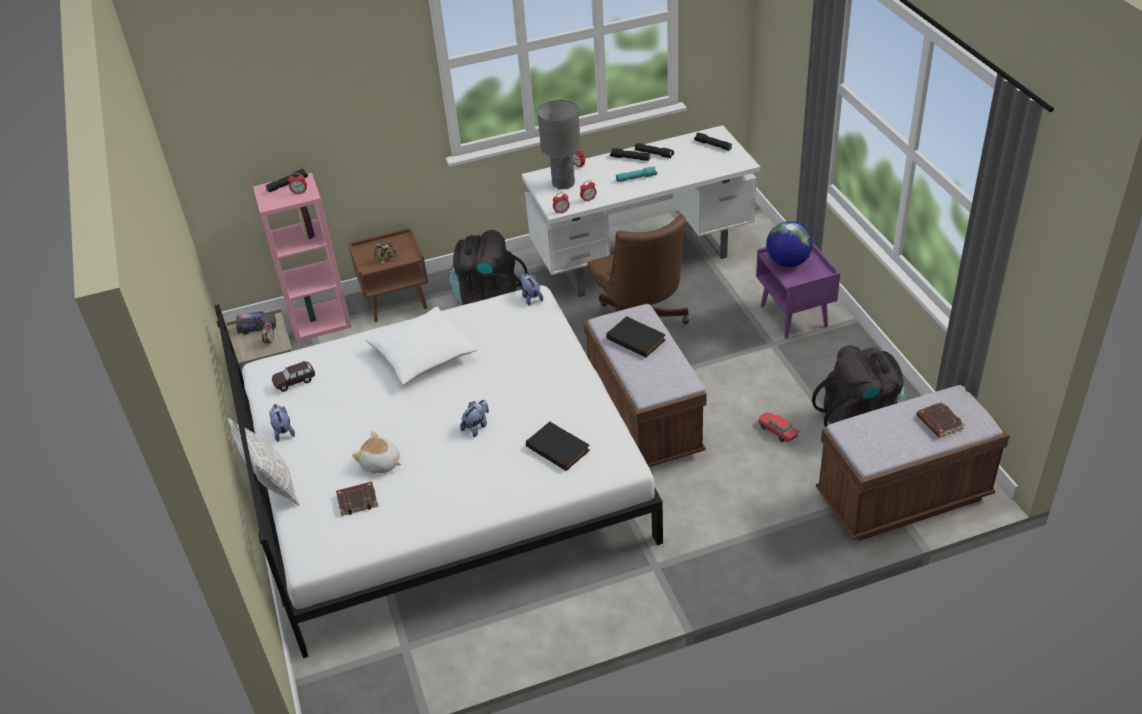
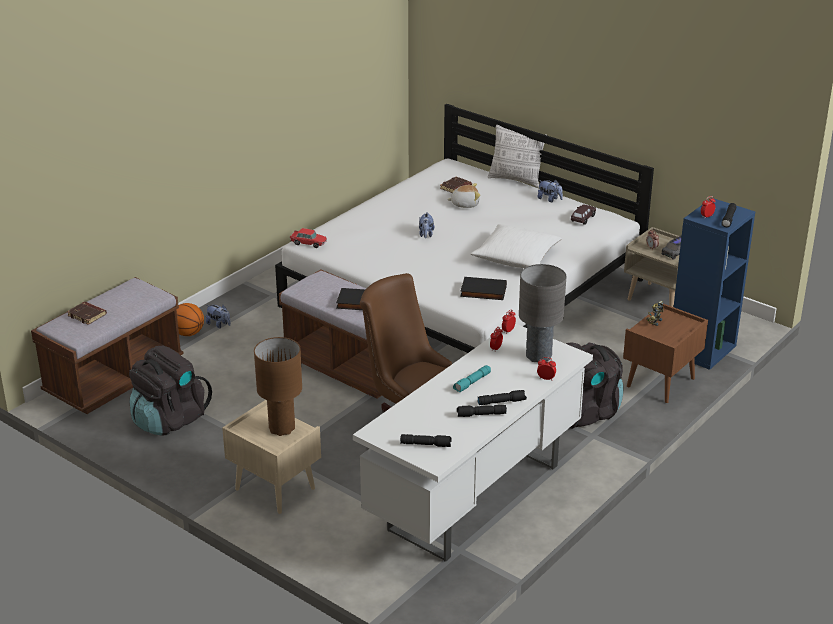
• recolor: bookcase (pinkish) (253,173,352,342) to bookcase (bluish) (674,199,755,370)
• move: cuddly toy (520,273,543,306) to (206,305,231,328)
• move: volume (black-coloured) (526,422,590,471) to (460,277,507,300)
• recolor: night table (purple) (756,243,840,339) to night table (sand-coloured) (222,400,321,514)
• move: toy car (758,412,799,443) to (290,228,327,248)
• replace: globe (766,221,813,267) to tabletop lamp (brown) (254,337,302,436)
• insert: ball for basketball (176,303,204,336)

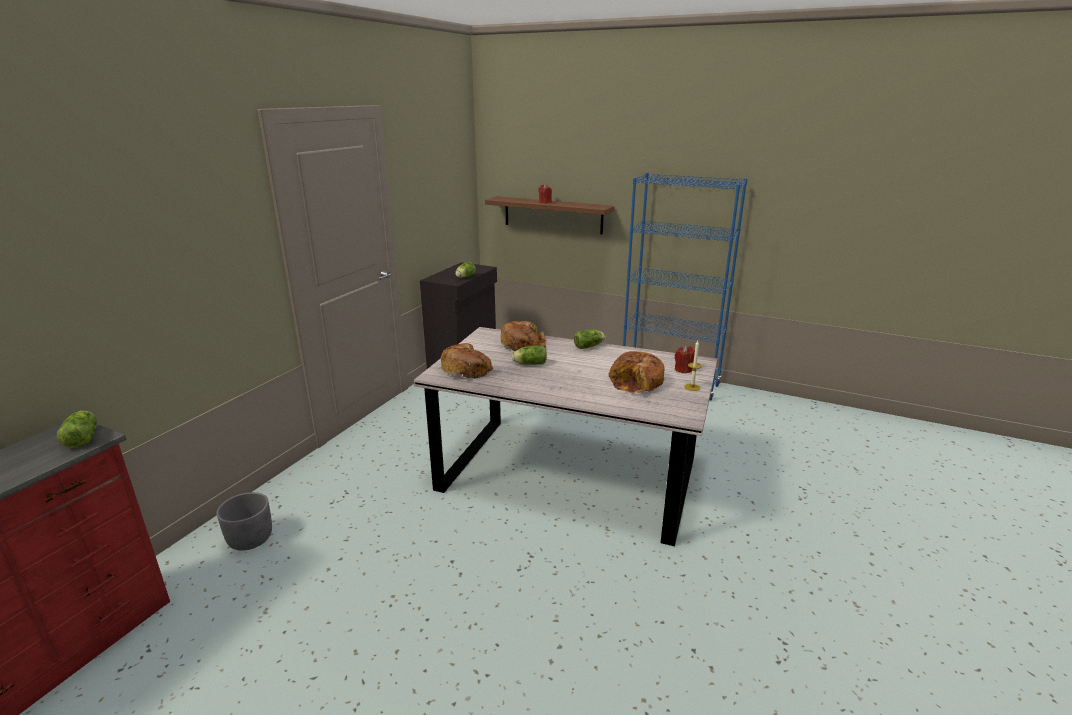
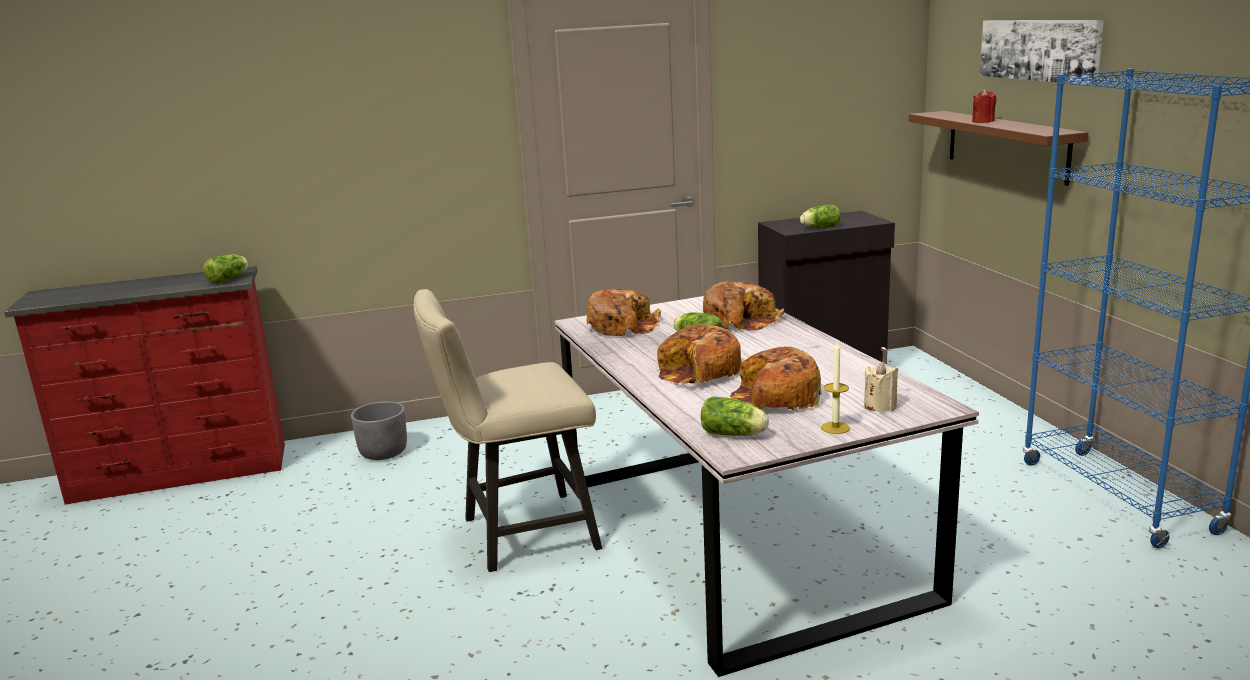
• move: head of lettuce (574,330,606,349) to (701,396,769,436)
• recolor: candle (red) (675,346,695,373) to candle (sand-coloured) (864,362,899,412)
• insert: chair (sand-coloured) (414,289,602,572)
• insert: baked bread (657,324,742,385)
• insert: wall picture (980,20,1104,85)

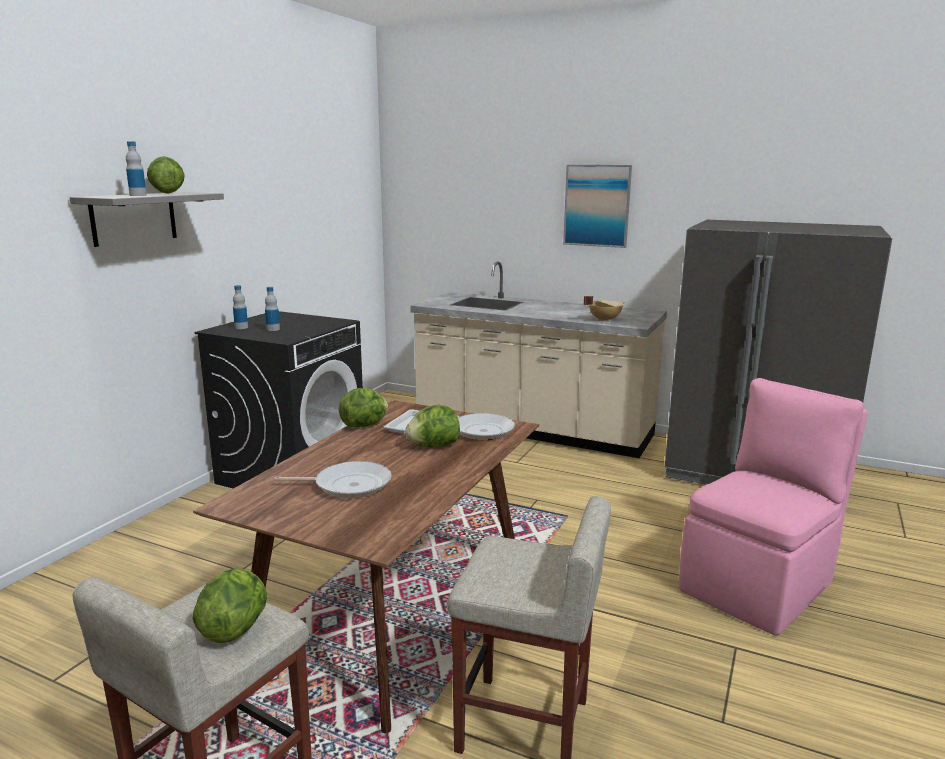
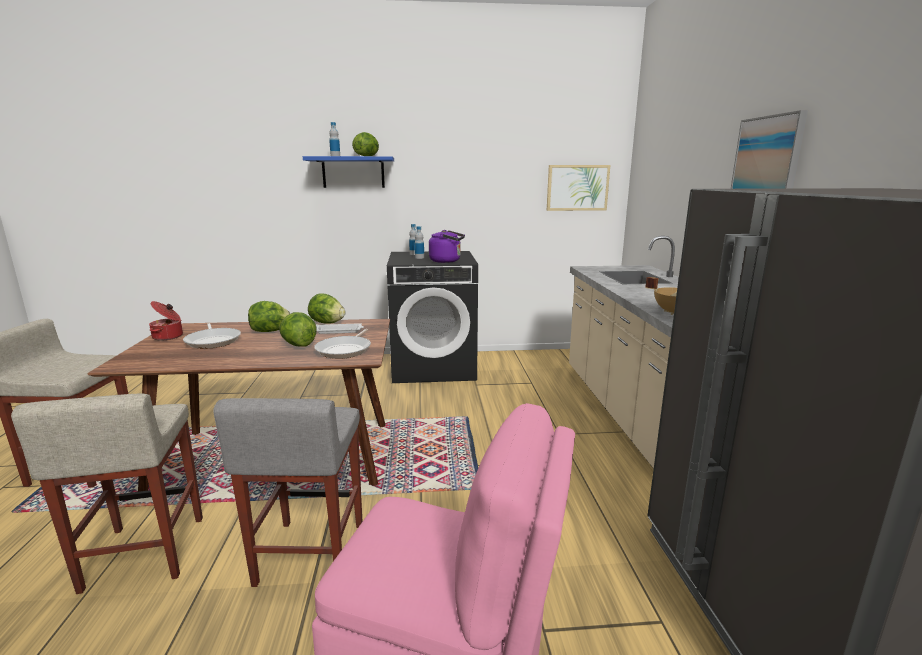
• recolor: shelf (greyish) (70,192,224,247) to shelf (bluish) (303,156,394,188)
• move: head of lettuce (192,568,267,643) to (248,301,290,332)
• insert: cooking pot (149,301,183,340)
• insert: stool (greyish) (213,398,362,587)
• insert: tea kettle (purple) (429,230,465,263)
• insert: wall picture (547,165,610,211)

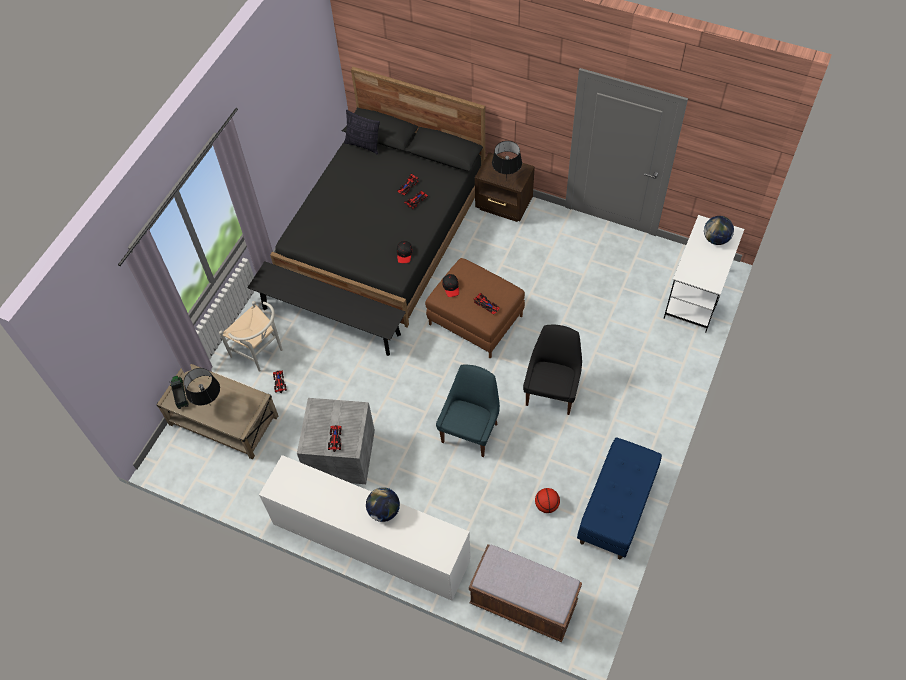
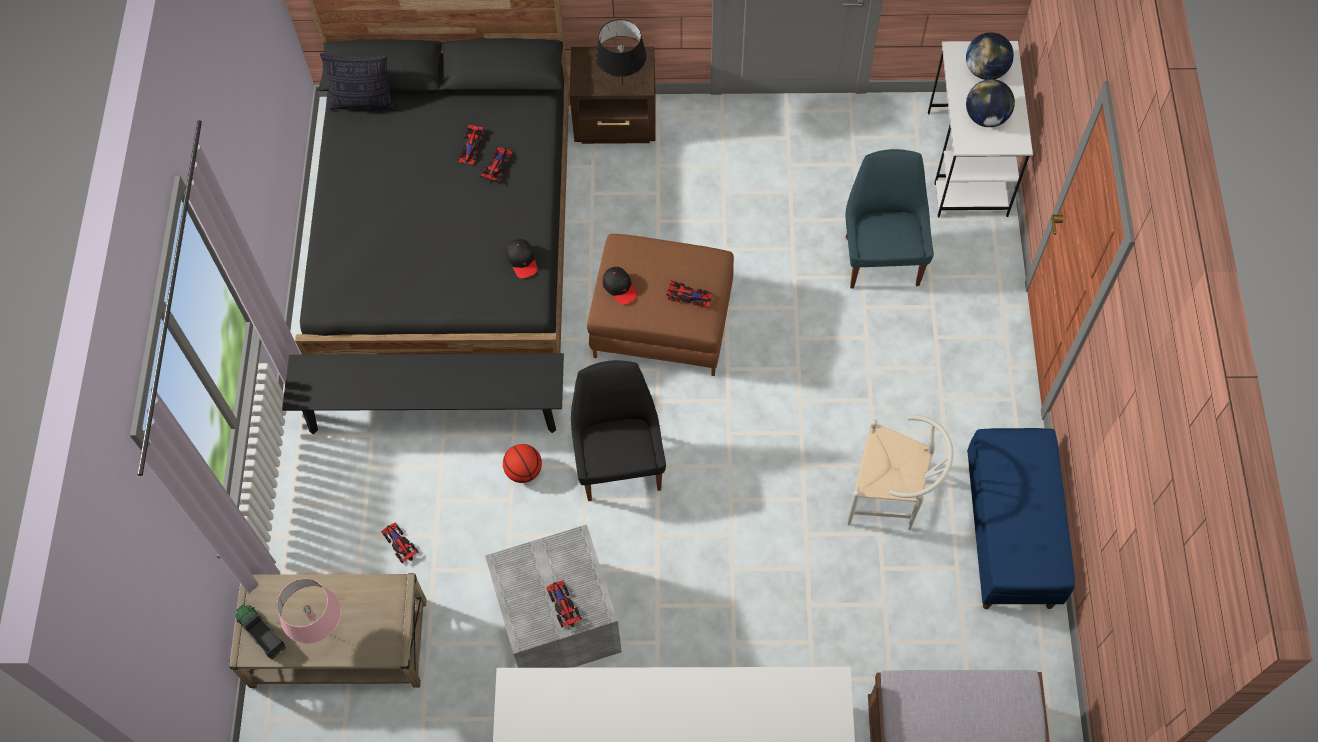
• recolor: tabletop lamp (black-coloured) (184,368,220,406) to tabletop lamp (pinkish) (277,579,341,644)
• move: chair (white-coloured) (219,301,283,372) to (847,415,953,530)
• move: globe (366,487,400,522) to (966,79,1015,127)
• move: chair (bluish) (436,365,500,457) to (846,149,934,289)
• move: chair (black-coloured) (523,325,582,415) to (571,360,666,501)
• move: ball for basketball (535,488,560,513) to (503,444,542,483)

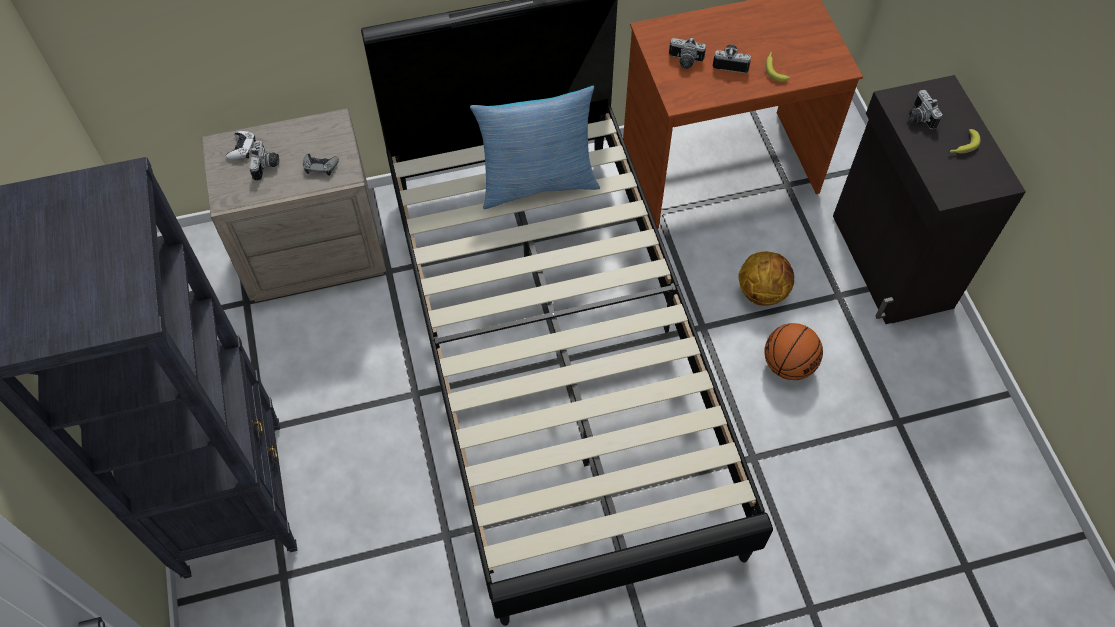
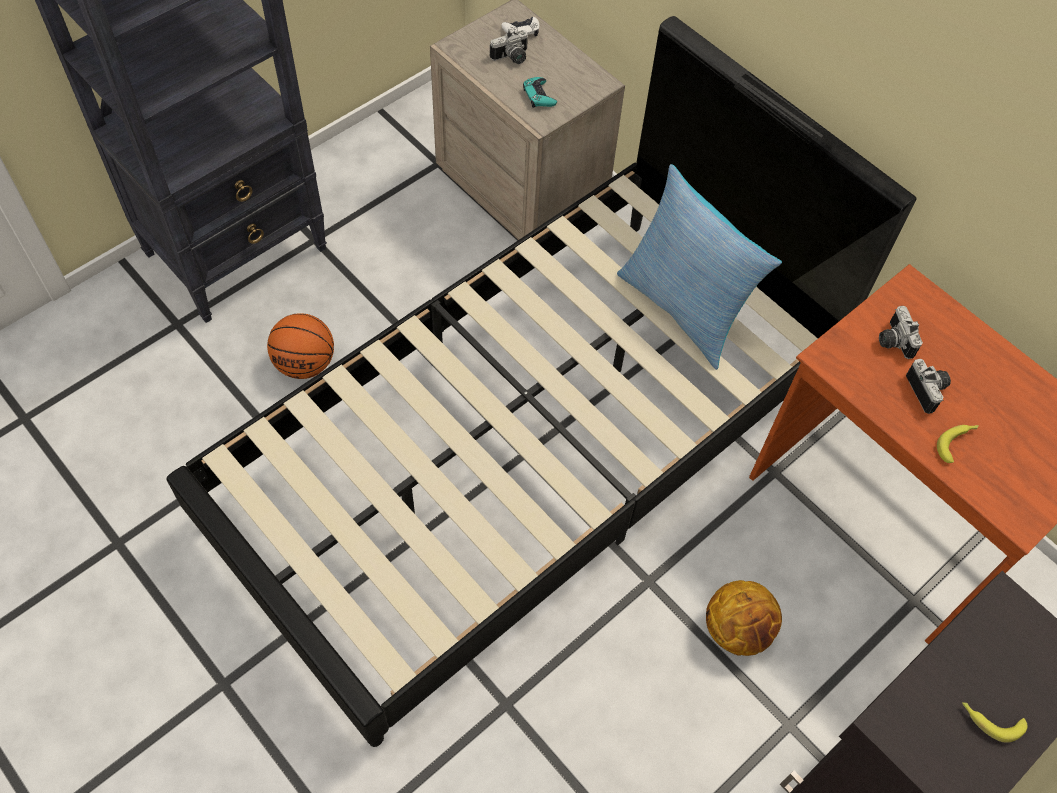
• recolor: gamepad (greyish) (303,154,339,176) to gamepad (turquoise-coloured) (523,77,557,108)
• move: ball for basketball (764,323,823,380) to (267,313,334,379)
• delete: still camera (908,90,942,130)

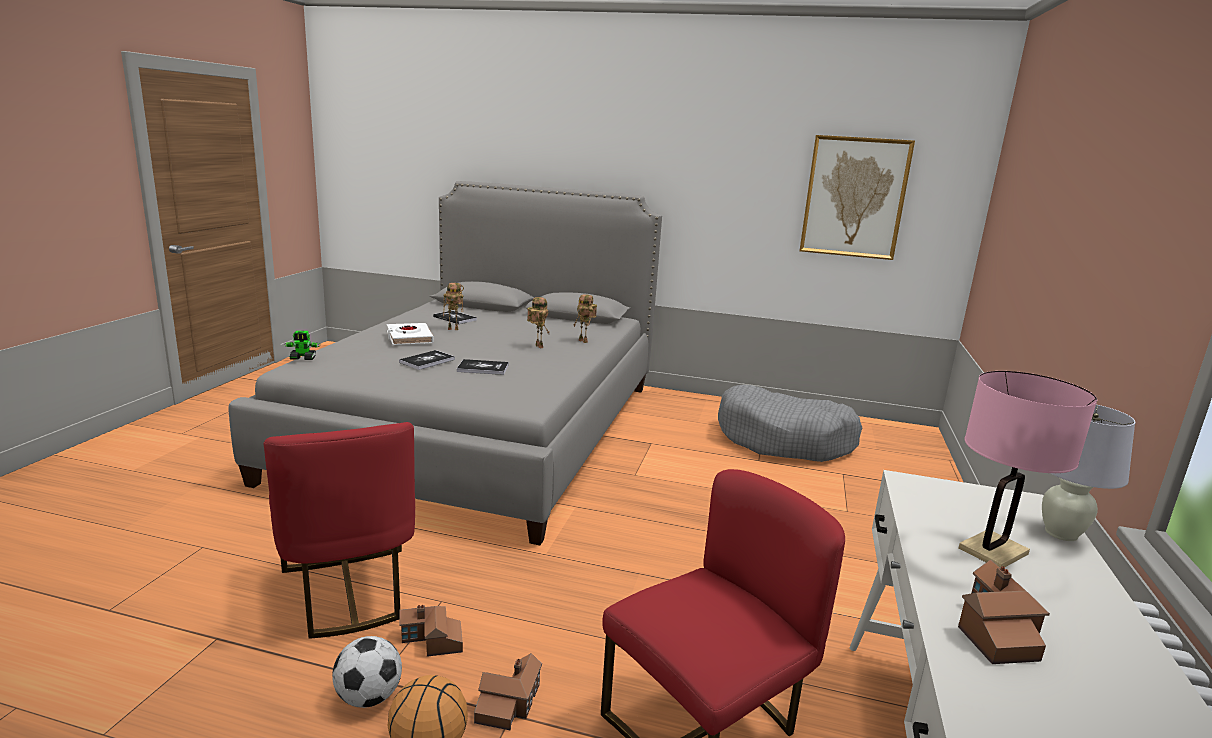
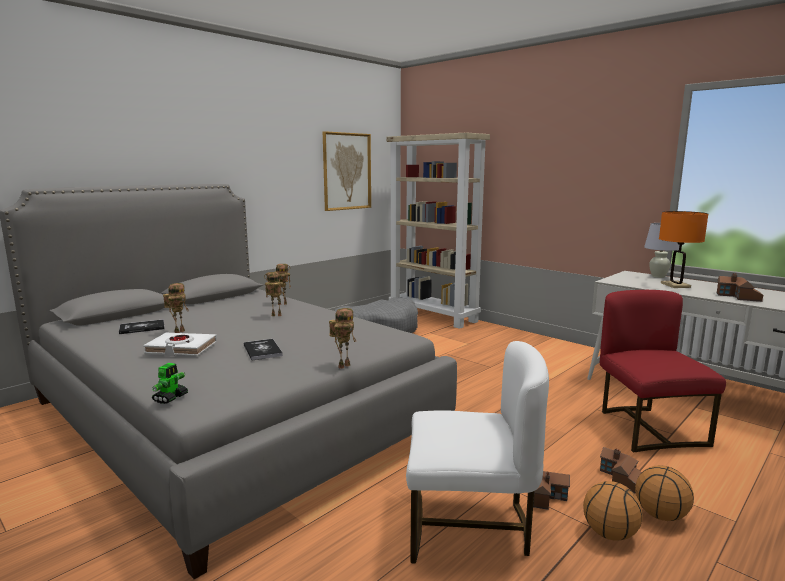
• recolor: chair (red) (264,422,415,639) to chair (white-coloured) (406,341,549,564)
• replace: football ball (332,636,402,708) to ball for basketball (583,481,643,541)
• delete: volume (457,359,509,375)
• recolor: tabletop lamp (pinkish) (958,371,1097,568) to tabletop lamp (orangey) (659,211,708,288)
• insert: robot figure (329,308,356,369)
• insert: bookcase (sand-coloured) (387,132,490,329)

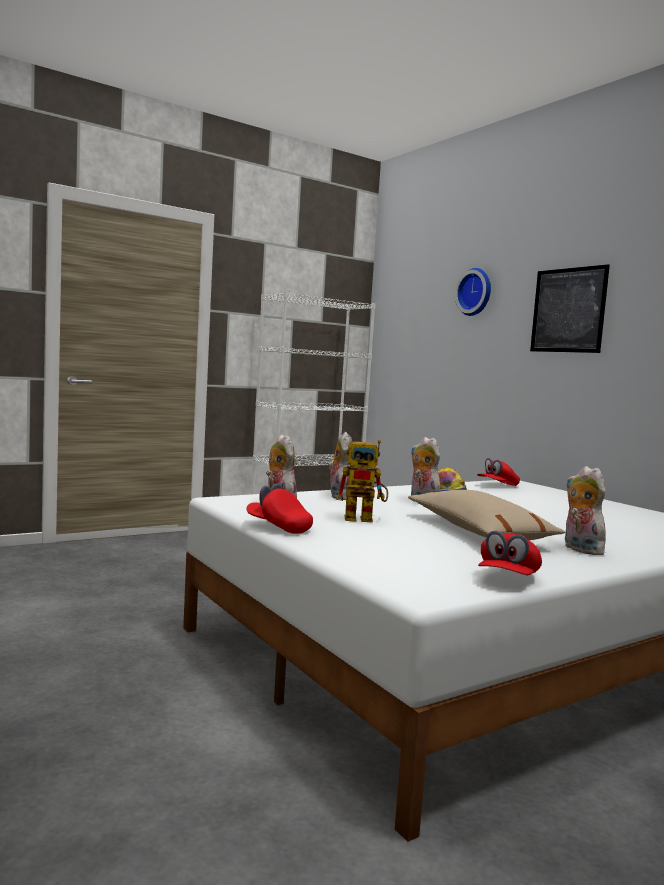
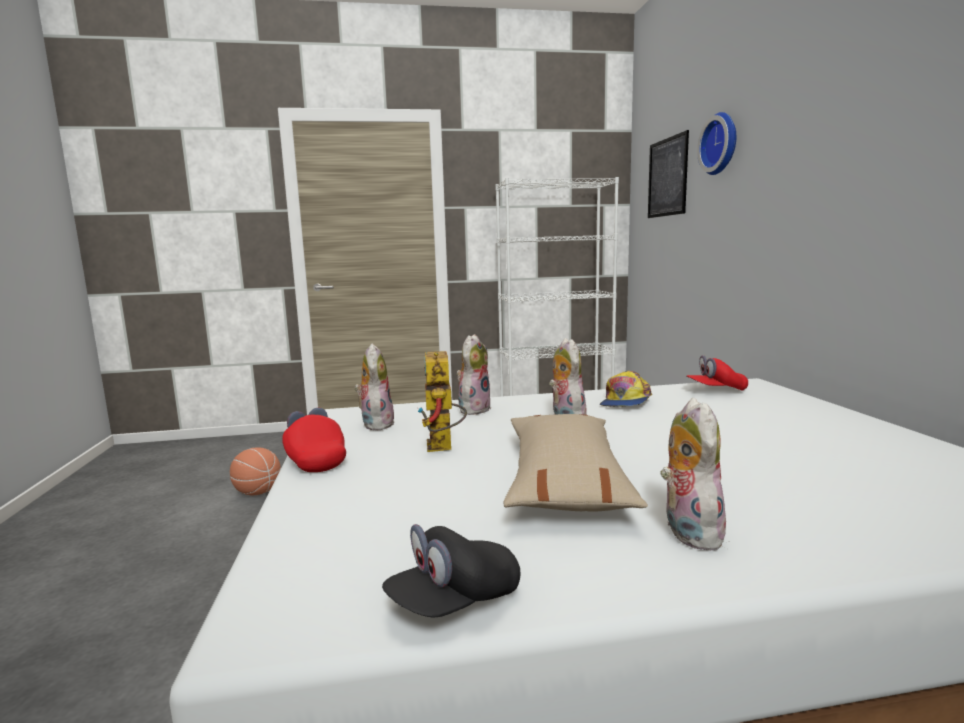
• rotate: robot figure (336,440,388,522) = (417,351,467,452) 60 degrees clockwise
• recolor: baseball cap (red) (478,531,542,576) to baseball cap (black-coloured) (382,524,520,617)
• move: wall picture (530,264,610,353) to (648,130,689,218)
• insert: ball for basketball (230,447,281,495)

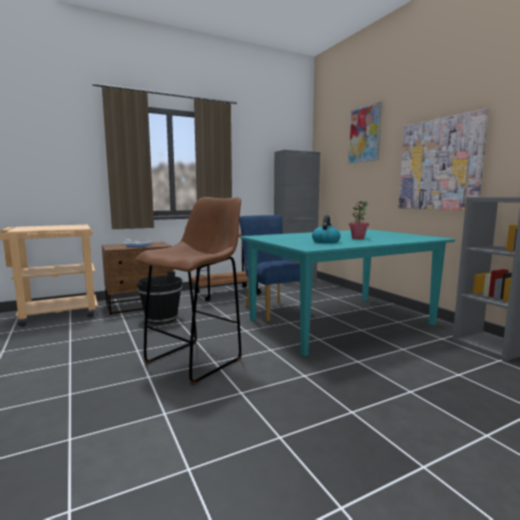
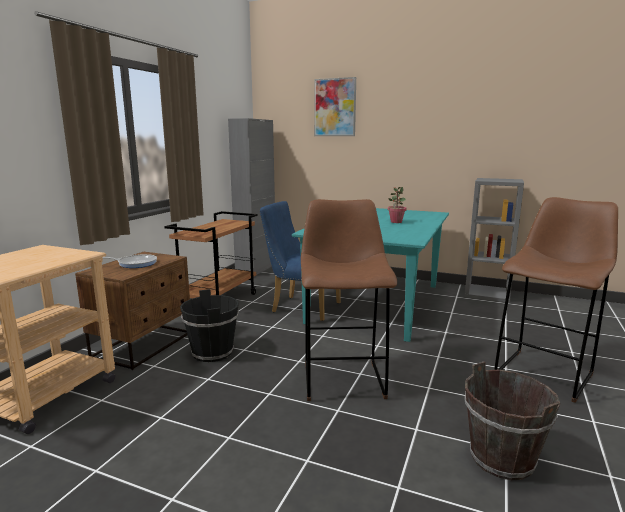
• delete: tea kettle (312,215,341,244)
• delete: wall picture (399,109,489,210)
• insert: bucket (brown) (465,362,560,480)
• insert: stool (brown) (494,197,618,403)

